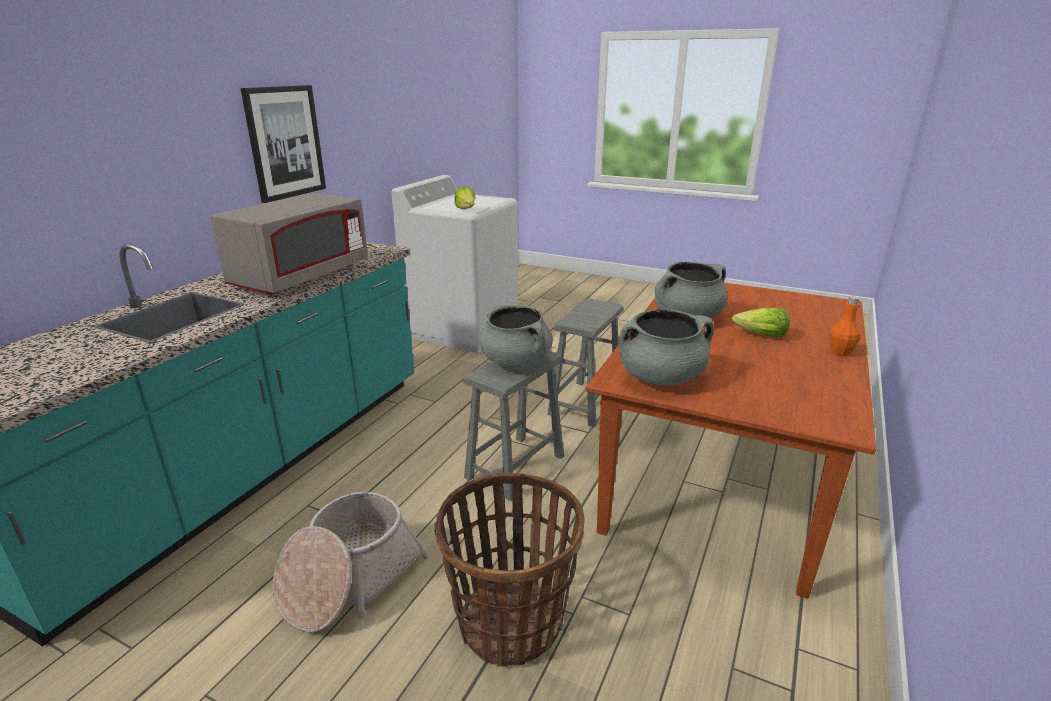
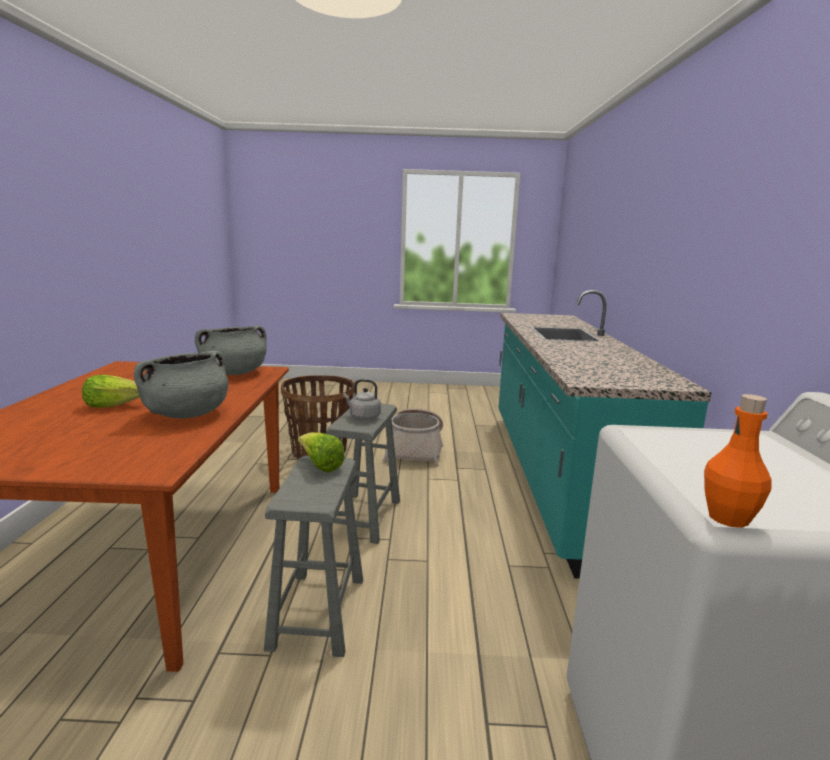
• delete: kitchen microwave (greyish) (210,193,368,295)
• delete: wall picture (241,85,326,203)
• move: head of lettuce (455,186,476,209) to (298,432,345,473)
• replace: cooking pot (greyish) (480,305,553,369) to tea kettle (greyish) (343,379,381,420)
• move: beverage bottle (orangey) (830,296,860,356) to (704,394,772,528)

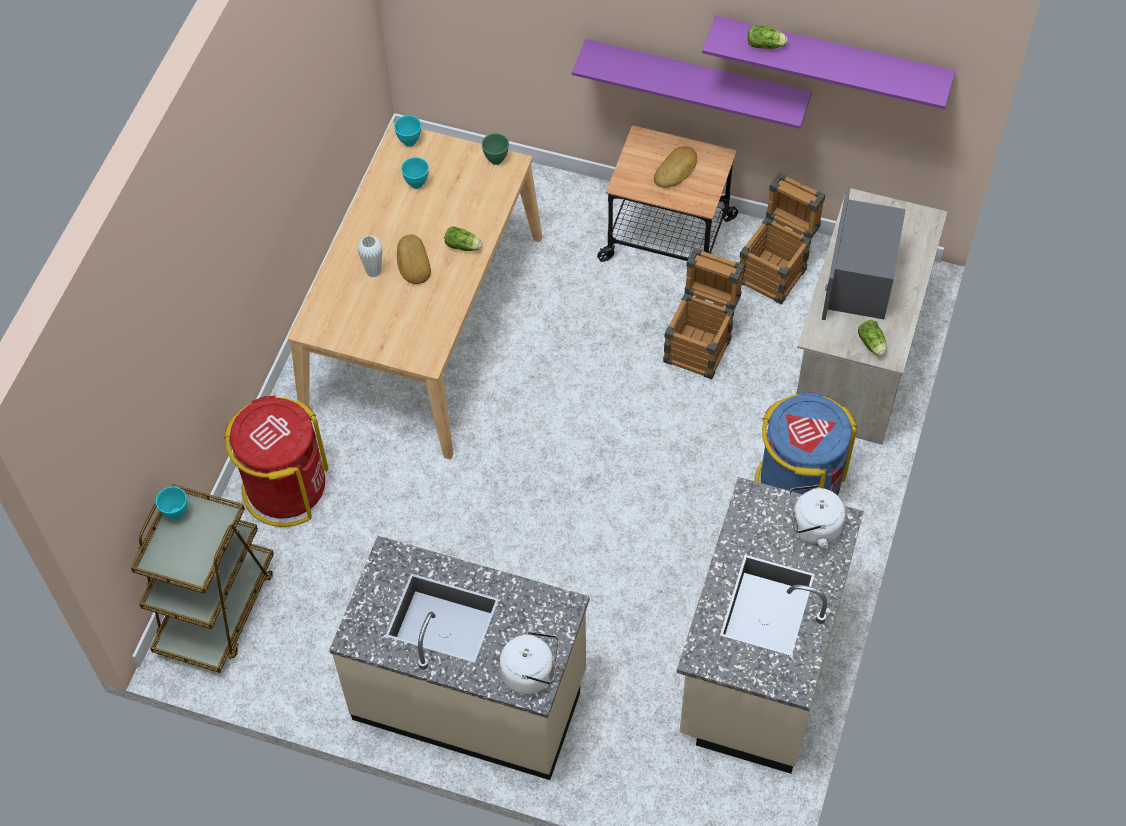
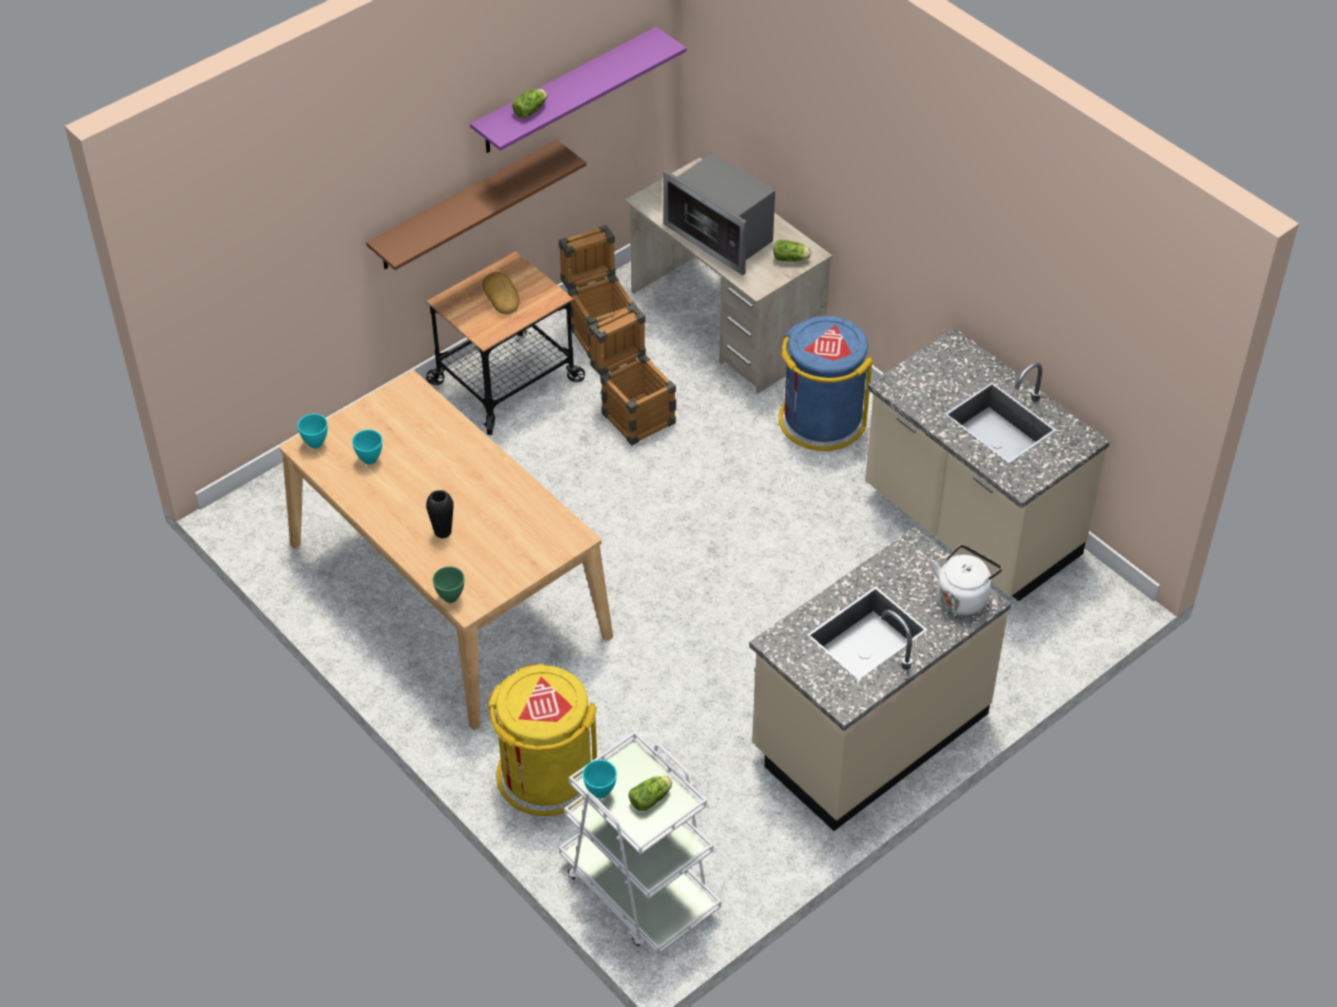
• recolor: cart (brown) (131,484,274,673) to cart (white-coloured) (559,731,721,954)
• recolor: waste bin (red) (224,396,329,527) to waste bin (yellow-coloured) (488,664,597,816)
• recolor: vase (white-coloured) (357,235,383,278) to vase (black-coloured) (426,490,454,539)
• delete: baked bread (397,234,431,284)
• move: head of lettuce (445,226,482,251) to (628,775,672,811)
• move: deep dish (greenish) (482,133,509,165) to (433,566,465,603)
• recolor: shelf (purple) (572,39,812,129) to shelf (brown) (366,140,586,270)
• delete: tea kettle (white-coloured) (789,485,846,548)

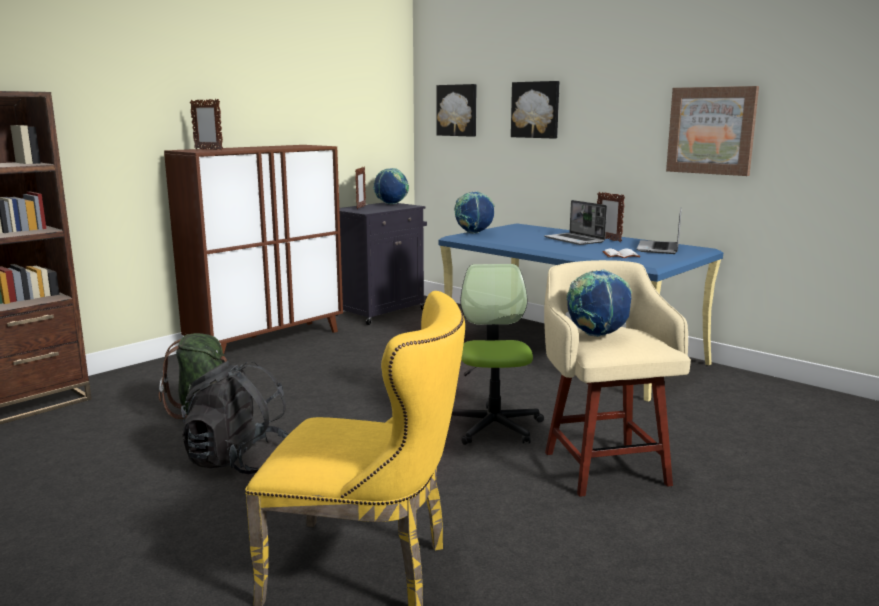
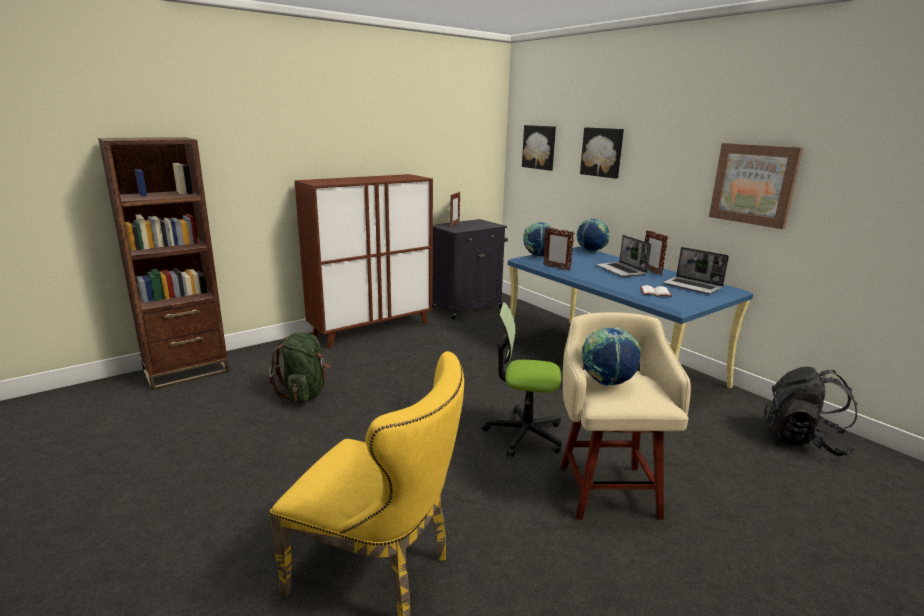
• move: knapsack (black-coloured) (181,361,289,474) to (763,367,858,456)
• move: picture frame (190,99,223,150) to (543,228,574,271)
• move: globe (373,168,409,205) to (576,219,610,252)
• rotate: computer chair (451,264,544,445) = (482,302,562,457) 90 degrees counterclockwise
• rotate: portable computer (636,209,682,254) = (663,247,729,294) 75 degrees counterclockwise

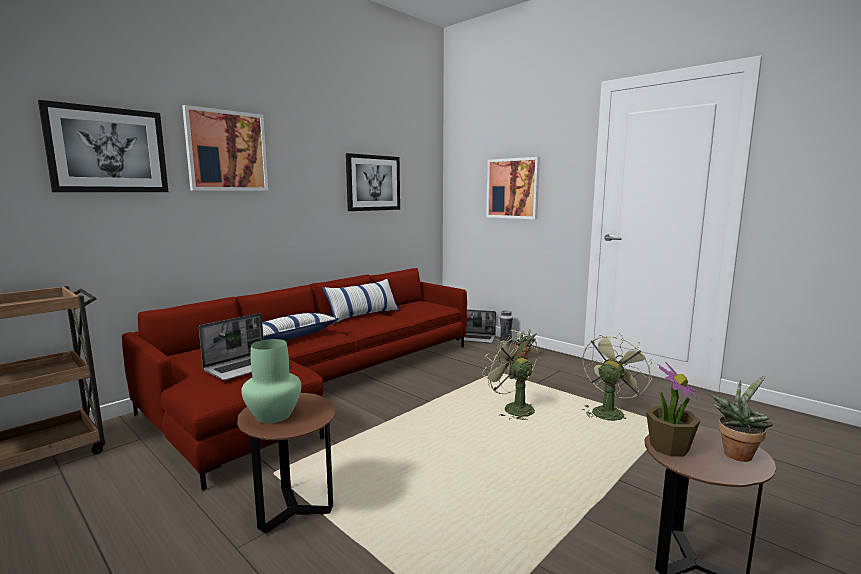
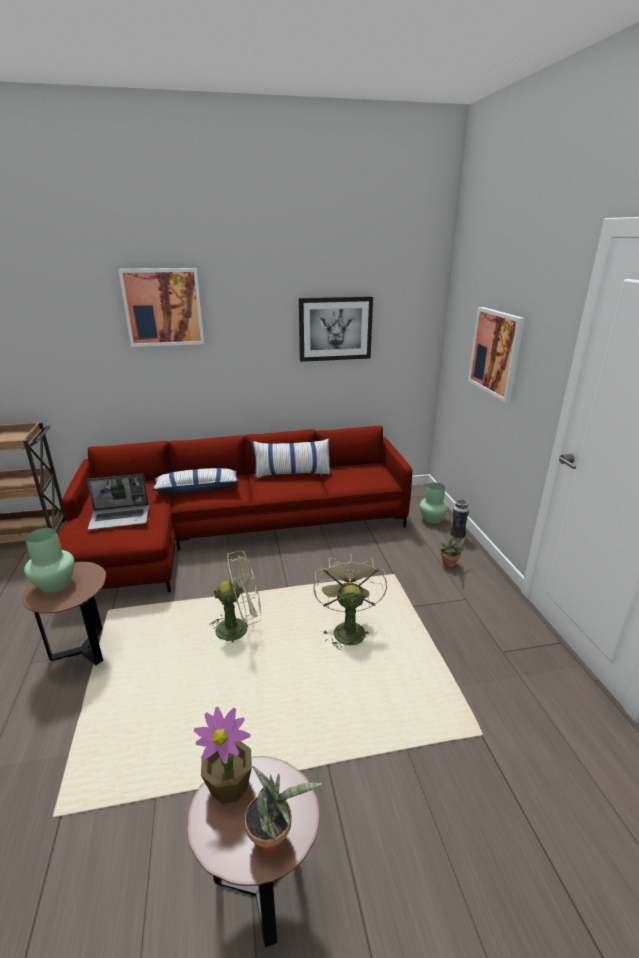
• delete: wall picture (38,100,168,192)
• replace: portable computer (454,309,496,343) to vase (greenish) (419,482,448,524)
• move: fan (greenish) (582,333,652,421) to (209,550,261,643)

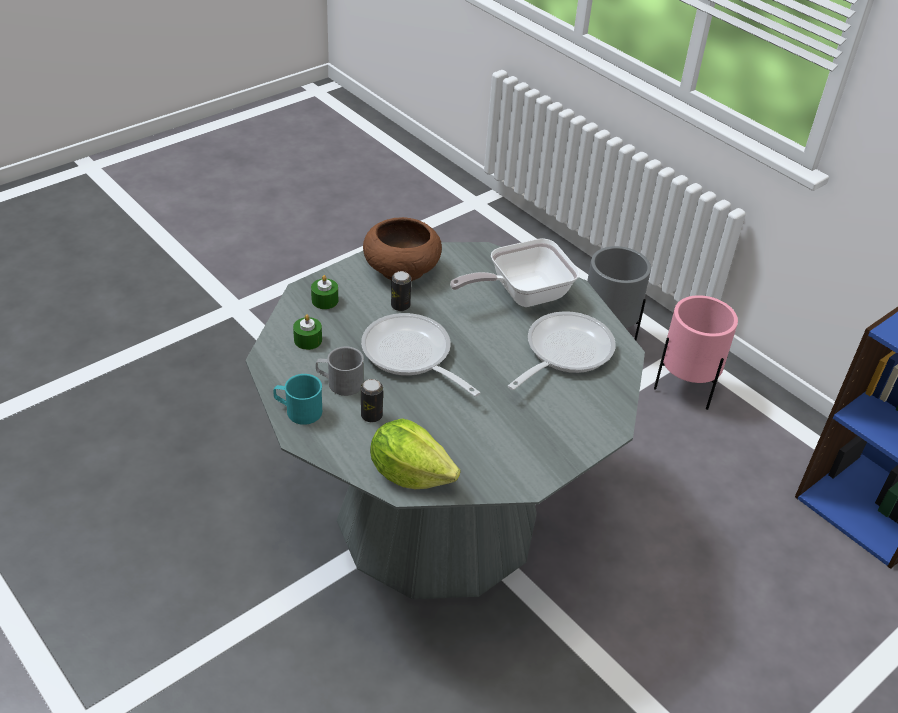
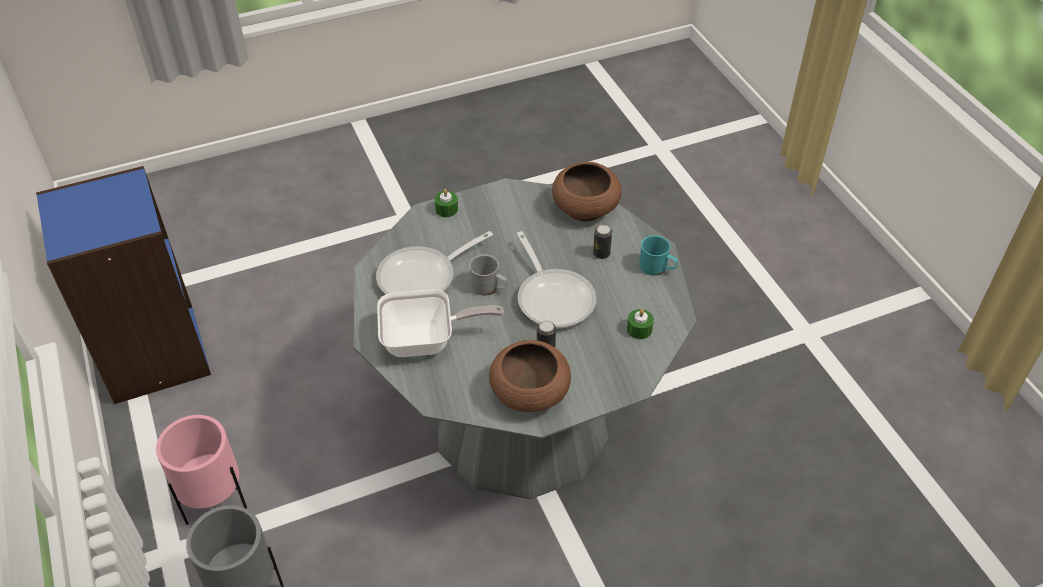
• move: candle (greenish) (311,275,338,309) to (435,189,458,217)
• move: tea mug (greyish) (316,347,364,396) to (469,254,508,295)
• replace: head of lettuce (370,418,460,489) to deep dish (brown) (552,162,622,222)

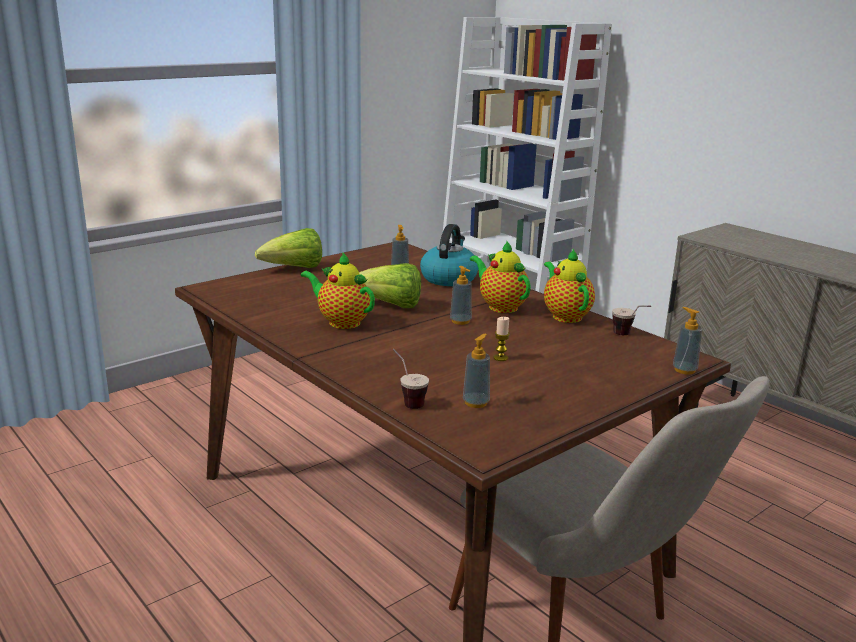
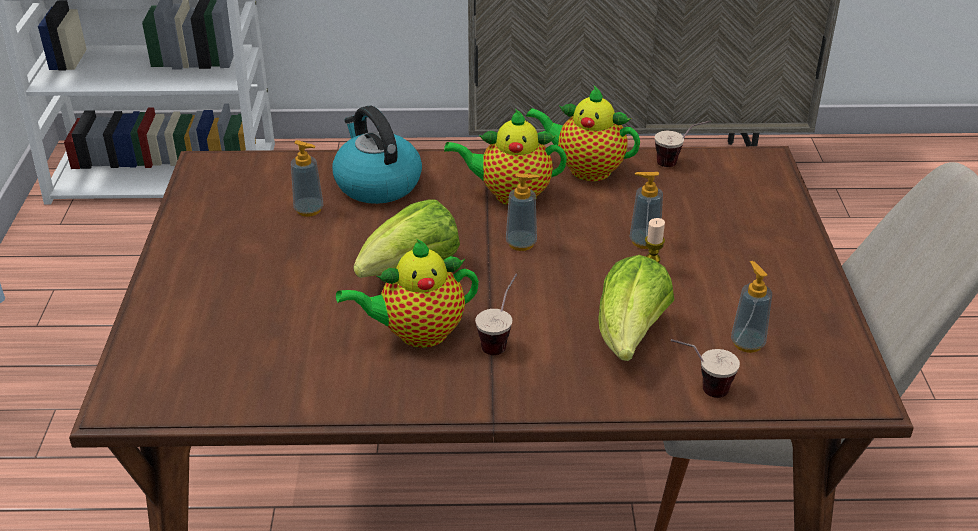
• move: head of lettuce (255,228,322,268) to (598,255,674,361)
• move: soap dispenser (673,307,702,375) to (629,172,663,249)
• insert: cup (475,274,517,355)

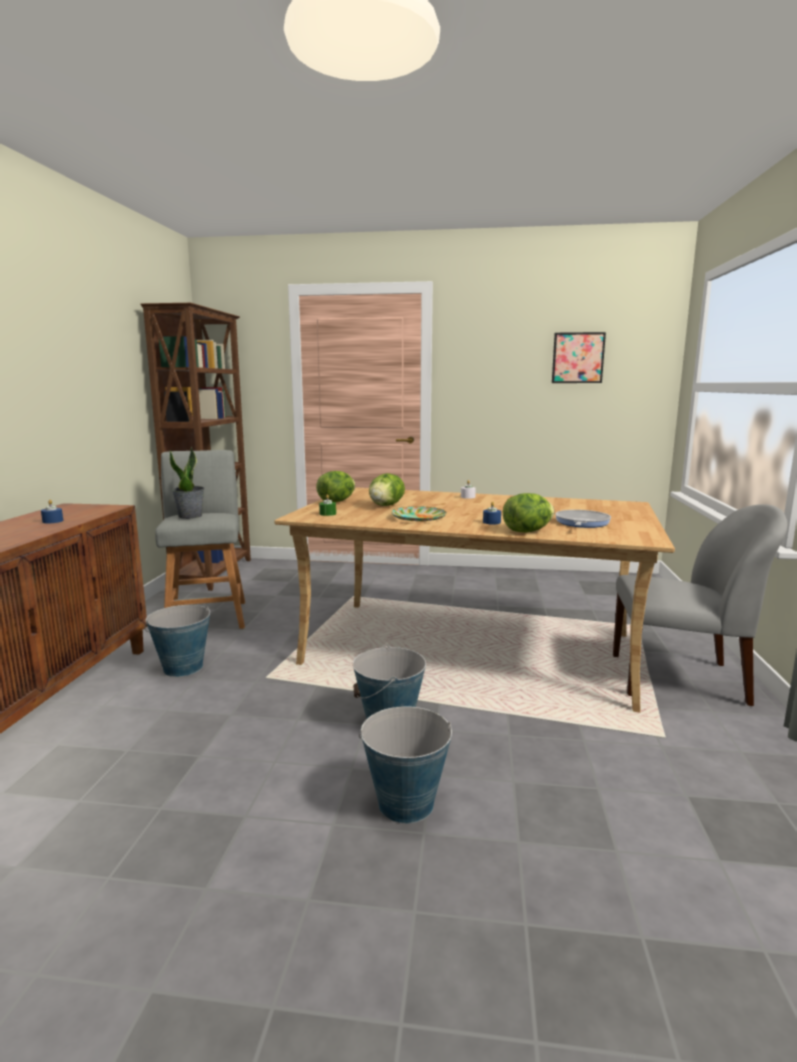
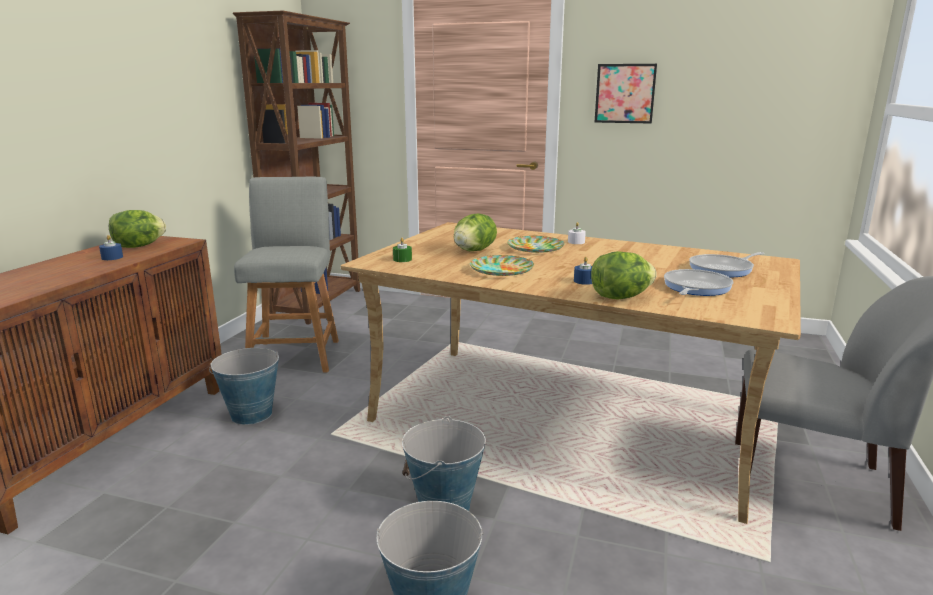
• delete: houseplant (169,446,205,519)
• move: head of lettuce (316,471,355,502) to (109,210,166,248)
• move: wall picture (552,332,606,383) to (595,64,657,124)
• insert: flat dish (507,236,565,253)
• insert: skillet (689,252,764,278)

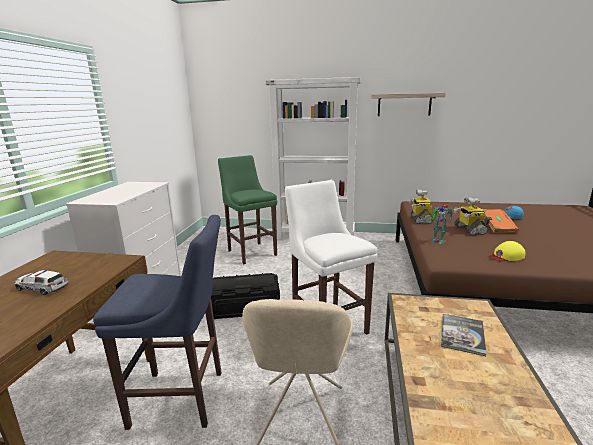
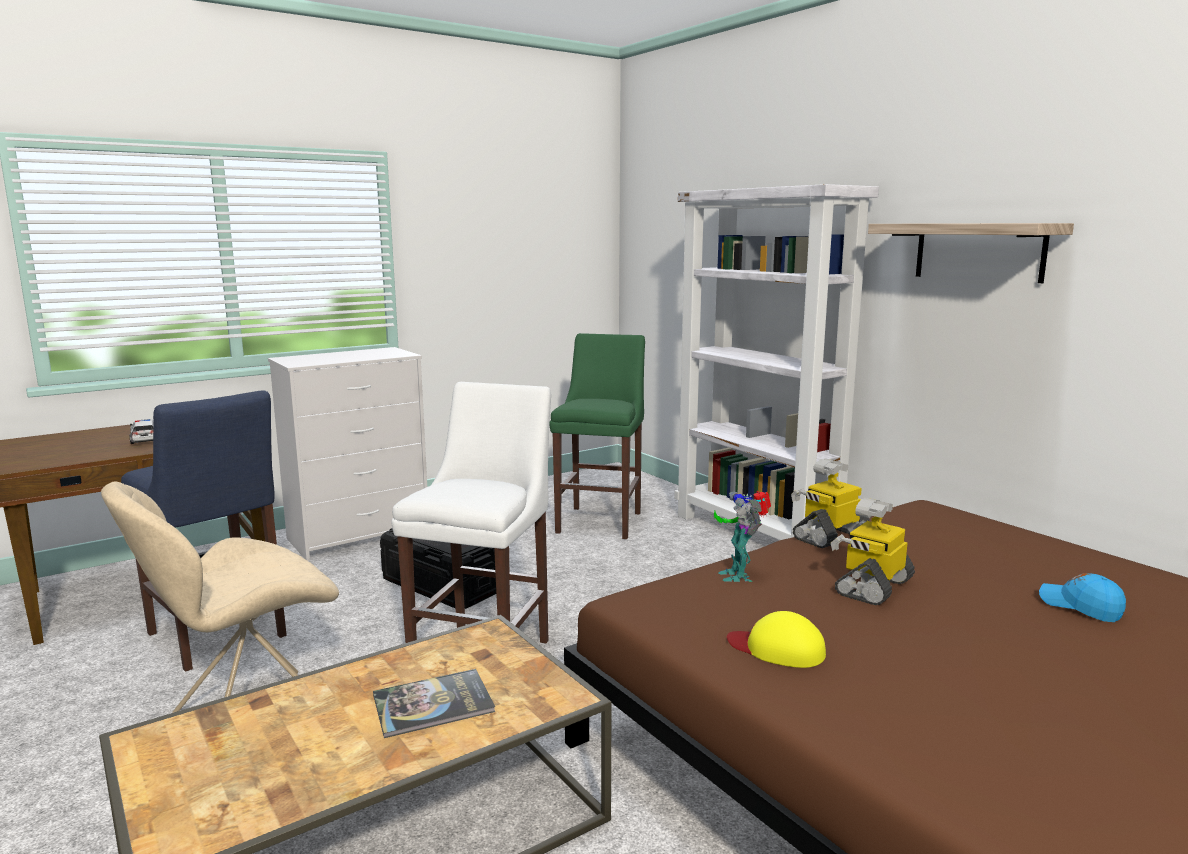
• delete: volume (orangey) (482,209,519,233)

